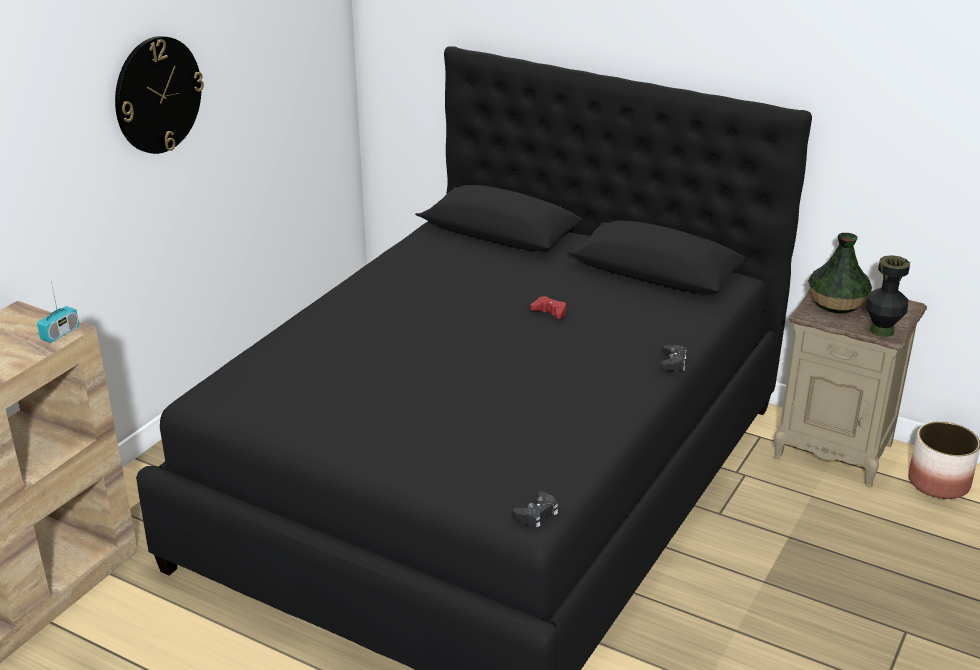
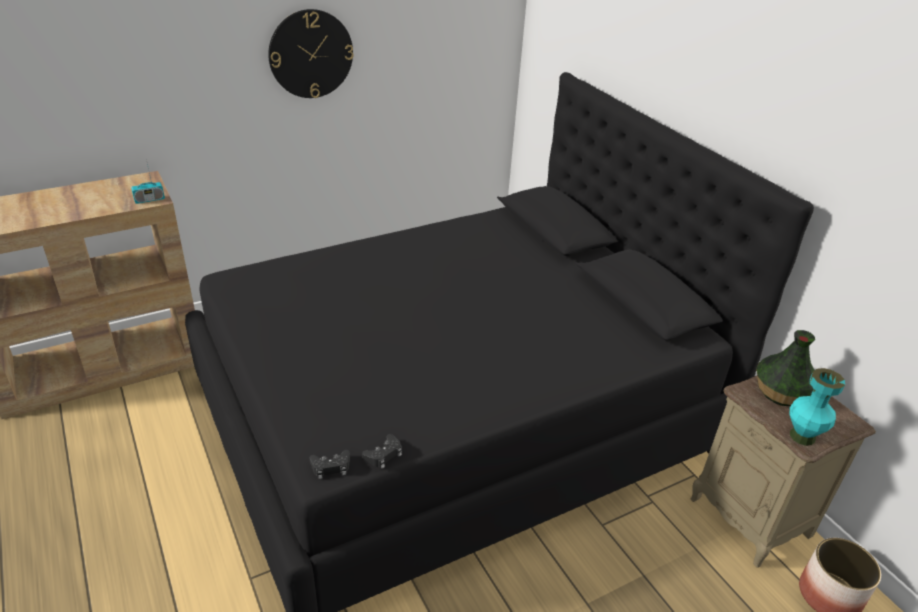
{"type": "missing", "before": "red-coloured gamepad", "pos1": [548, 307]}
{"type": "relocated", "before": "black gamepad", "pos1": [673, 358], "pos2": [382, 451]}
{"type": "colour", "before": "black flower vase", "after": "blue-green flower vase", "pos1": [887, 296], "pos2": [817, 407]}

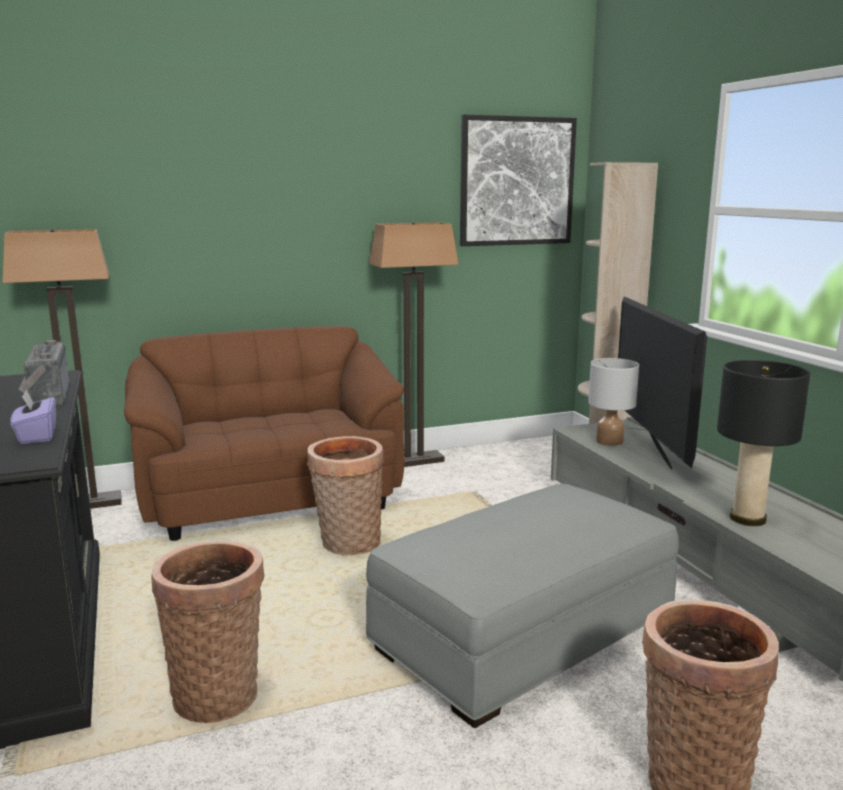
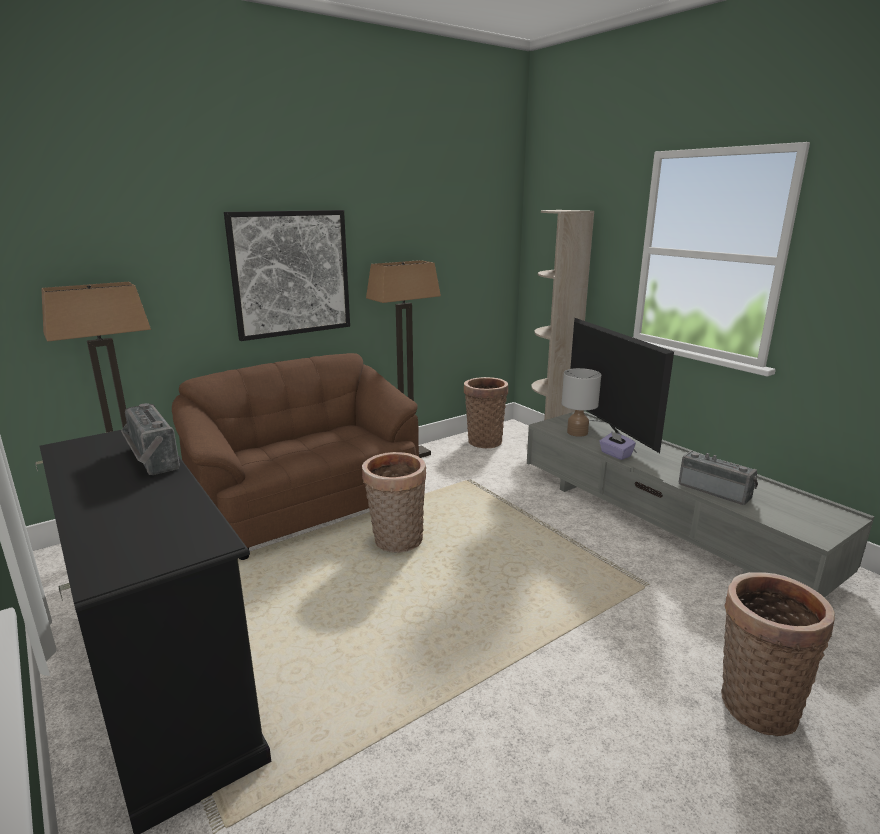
{"type": "missing", "before": "gray pouffe", "pos1": [522, 606]}
{"type": "relocated", "before": "purplish box of tissues", "pos1": [33, 416], "pos2": [617, 445]}
{"type": "relocated", "before": "storage basket", "pos1": [207, 631], "pos2": [486, 412]}
{"type": "relocated", "before": "wall picture", "pos1": [518, 180], "pos2": [287, 275]}
{"type": "exchanged", "before": "black tabletop lamp", "after": "radio receiver", "pos1": [763, 443], "pos2": [718, 478]}

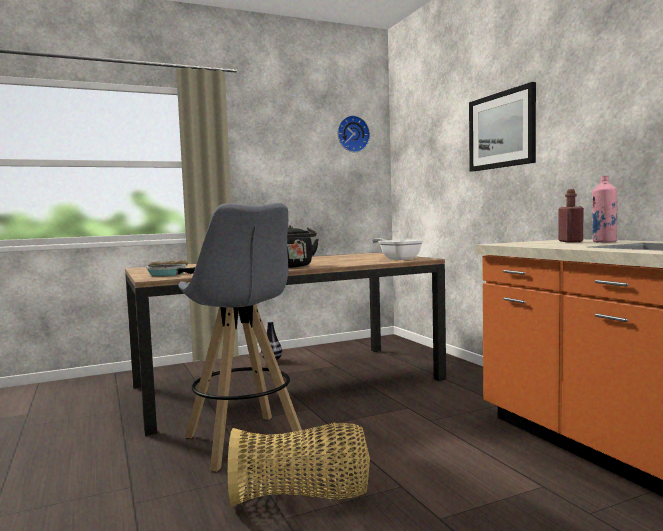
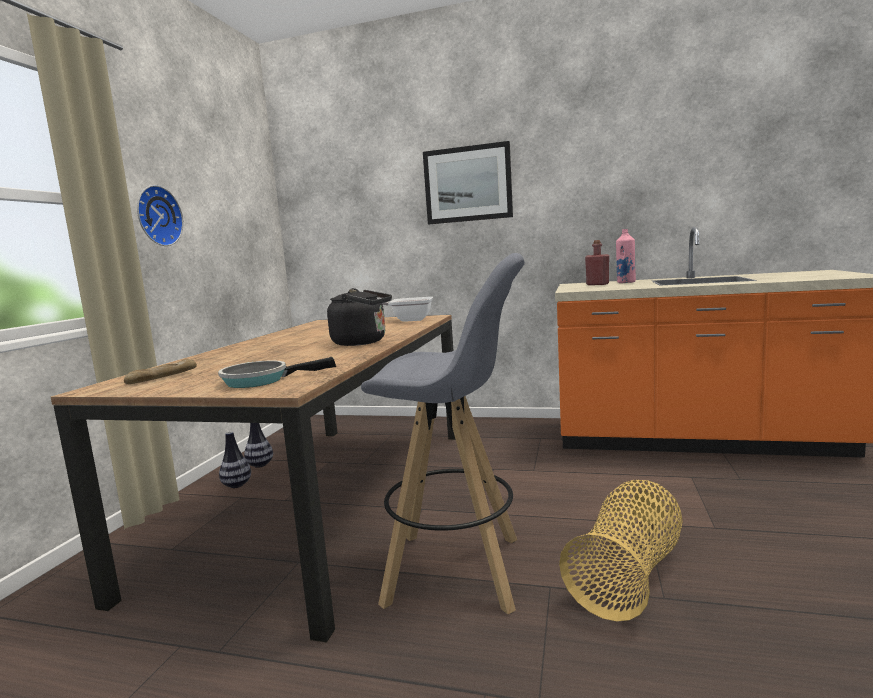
{"type": "appeared", "after": "flower vase", "pos2": [258, 445]}
{"type": "relocated", "before": "wall clock", "pos1": [353, 133], "pos2": [160, 215]}

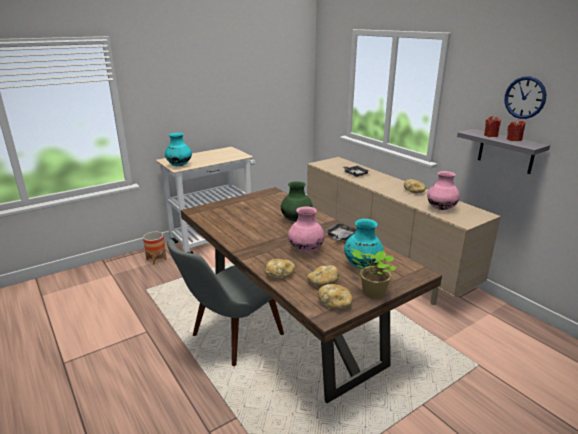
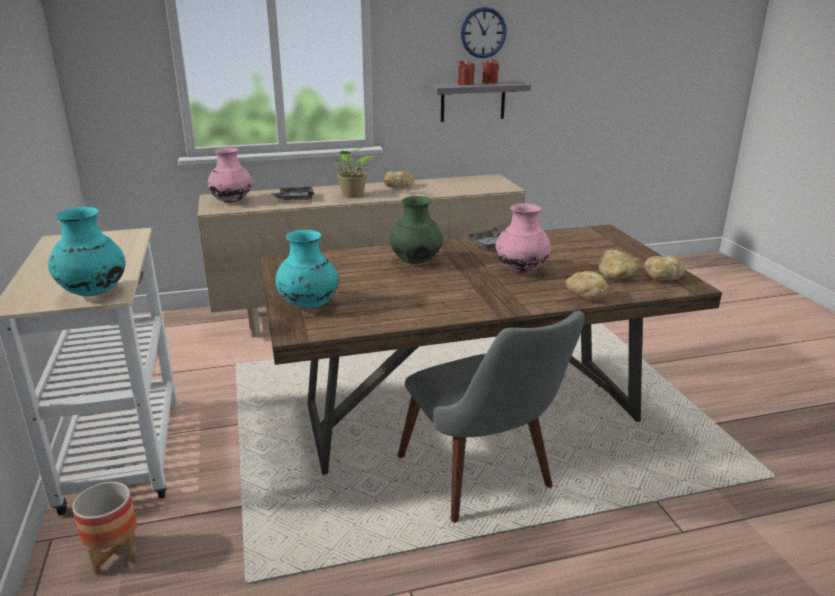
{"type": "relocated", "before": "blue-green flower vase", "pos1": [364, 244], "pos2": [306, 269]}
{"type": "relocated", "before": "plant in a pot", "pos1": [373, 274], "pos2": [353, 173]}
{"type": "relocated", "before": "pinkish flower vase", "pos1": [443, 190], "pos2": [230, 175]}

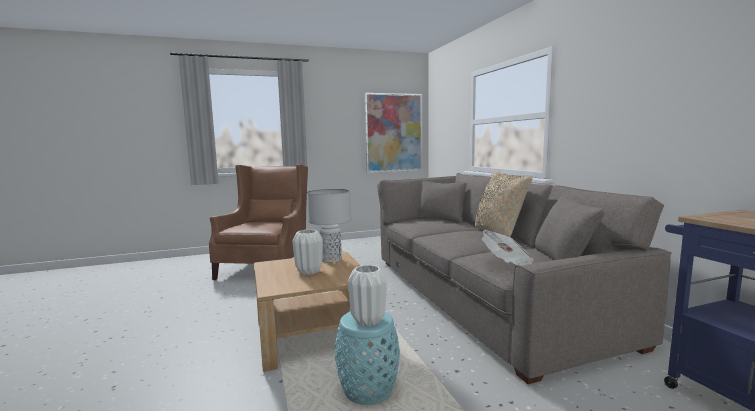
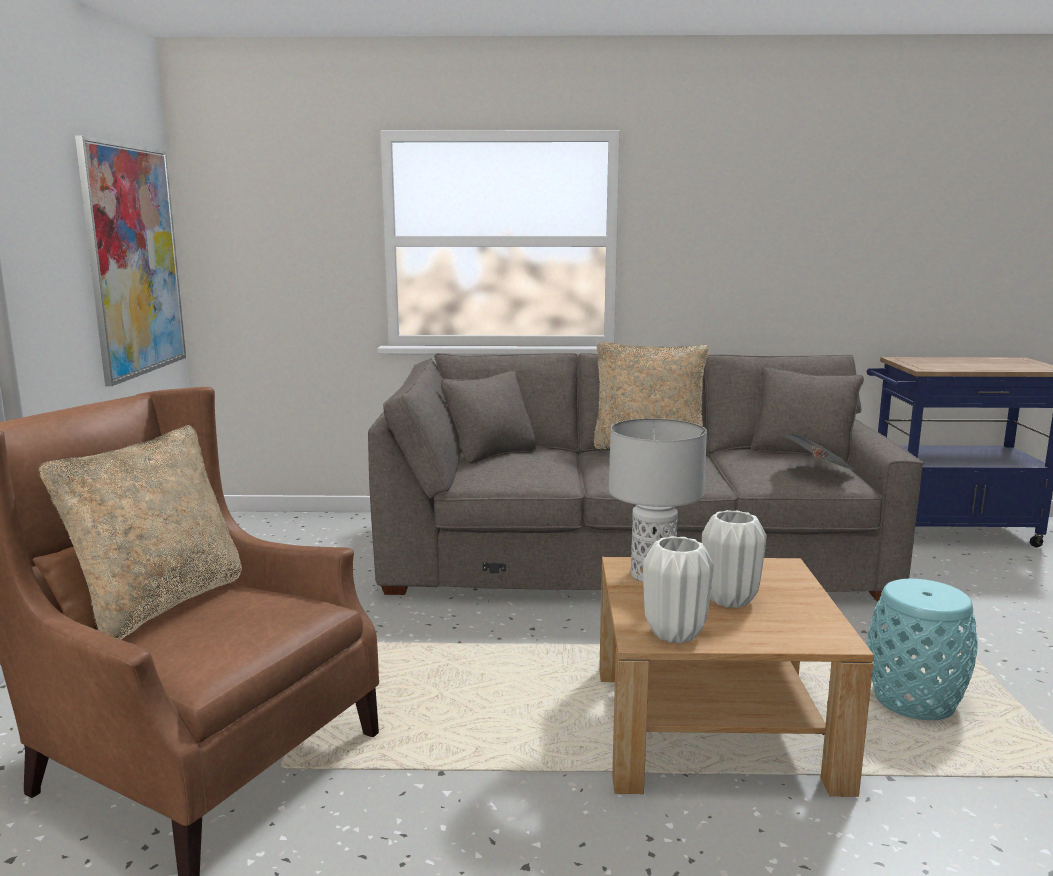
{"type": "appeared", "after": "sand-coloured pillow", "pos2": [140, 532]}
{"type": "relocated", "before": "whitish flower vase", "pos1": [367, 296], "pos2": [678, 589]}

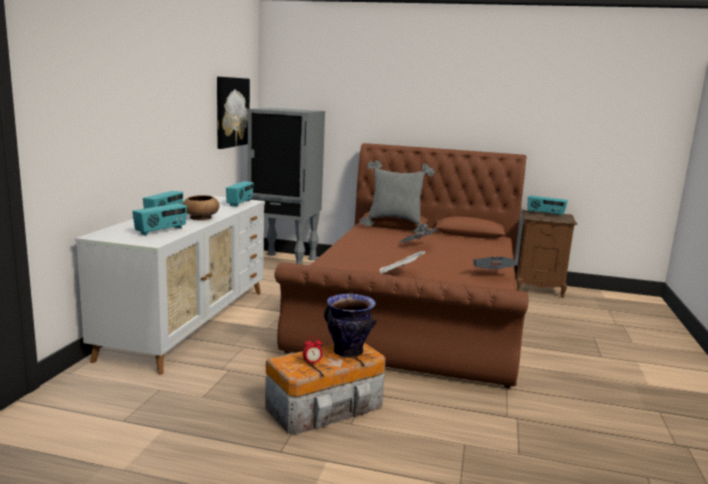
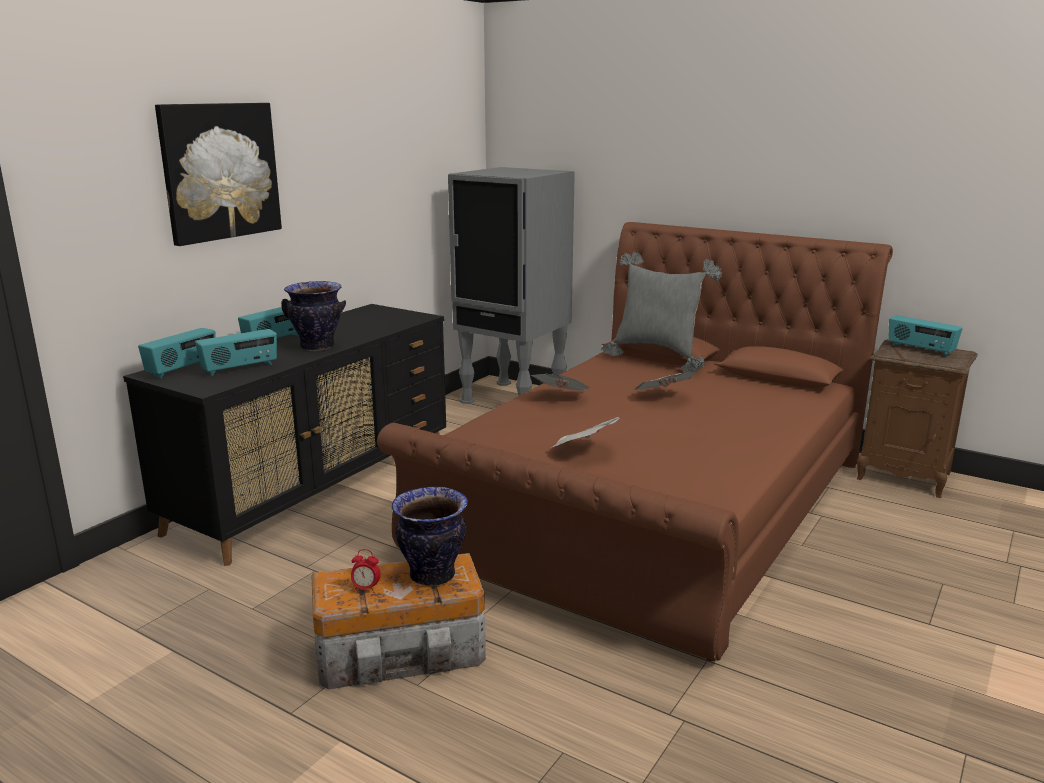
{"type": "relocated", "before": "wall picture", "pos1": [233, 113], "pos2": [218, 174]}
{"type": "relocated", "before": "radio receiver", "pos1": [239, 194], "pos2": [177, 353]}
{"type": "relocated", "before": "printed paper", "pos1": [494, 263], "pos2": [560, 382]}
{"type": "exchanged", "before": "brownish serving bowl", "after": "flower vase", "pos1": [201, 207], "pos2": [313, 316]}
{"type": "colour", "before": "whitish dresser", "after": "black dresser", "pos1": [170, 285], "pos2": [284, 435]}

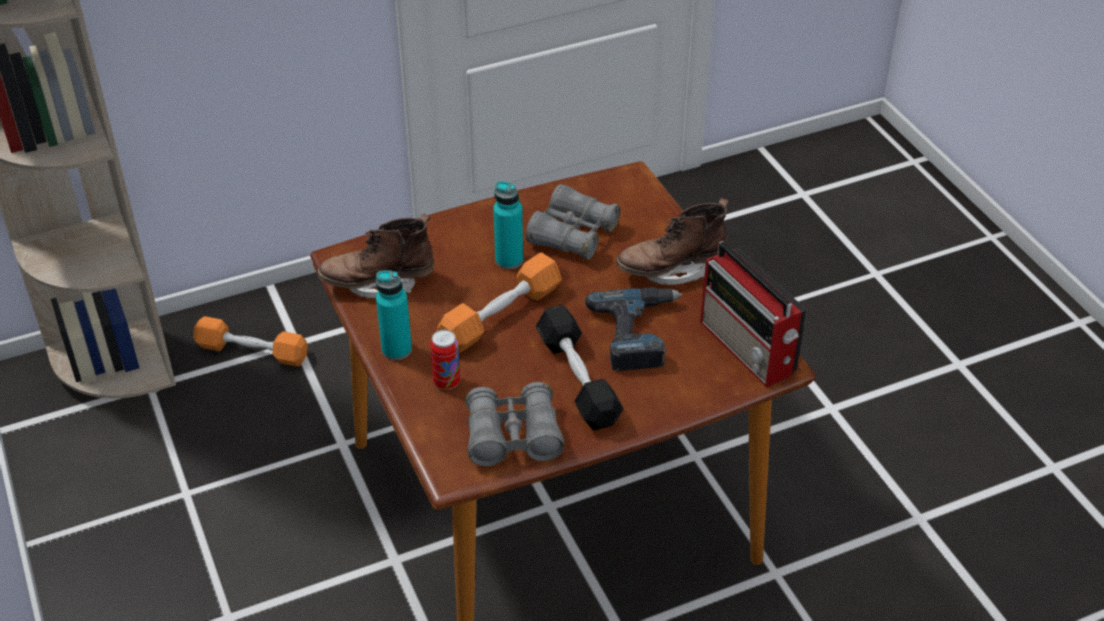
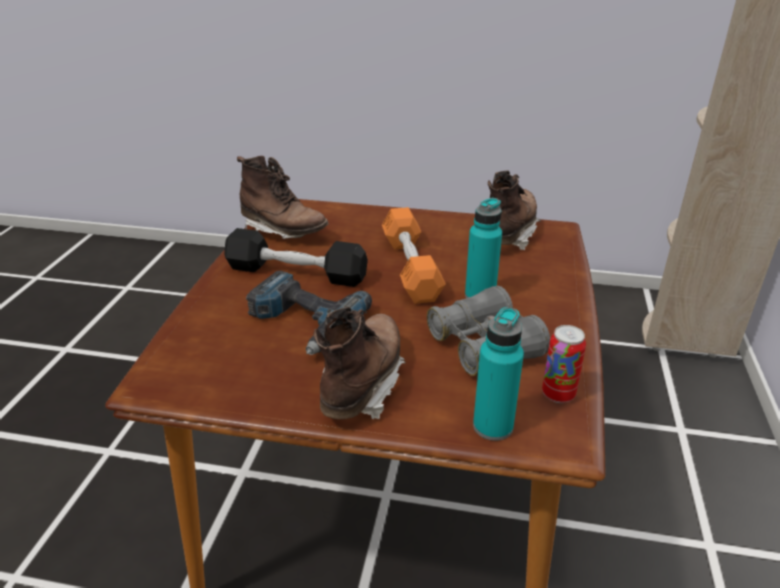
{"type": "missing", "before": "orangey dumbbell", "pos1": [250, 341]}
{"type": "missing", "before": "radio receiver", "pos1": [753, 314]}
{"type": "relocated", "before": "blue-green drink bottle", "pos1": [394, 315], "pos2": [498, 374]}
{"type": "relocated", "before": "metal can", "pos1": [445, 360], "pos2": [564, 364]}
{"type": "exchanged", "before": "gray field glasses", "after": "brownish boot", "pos1": [515, 424], "pos2": [283, 197]}

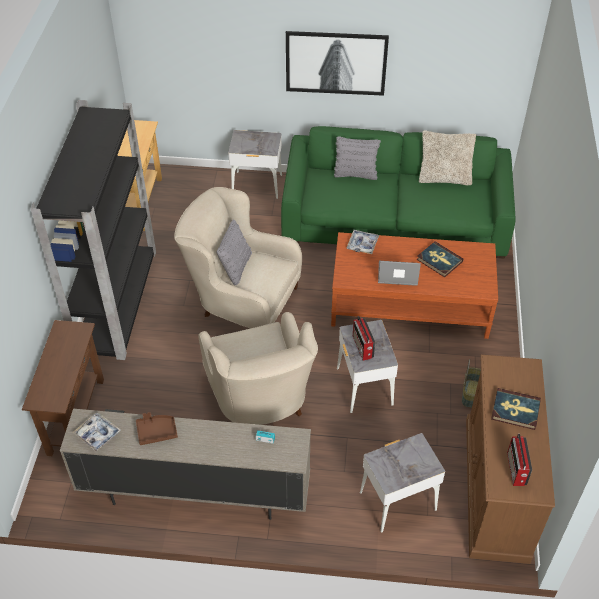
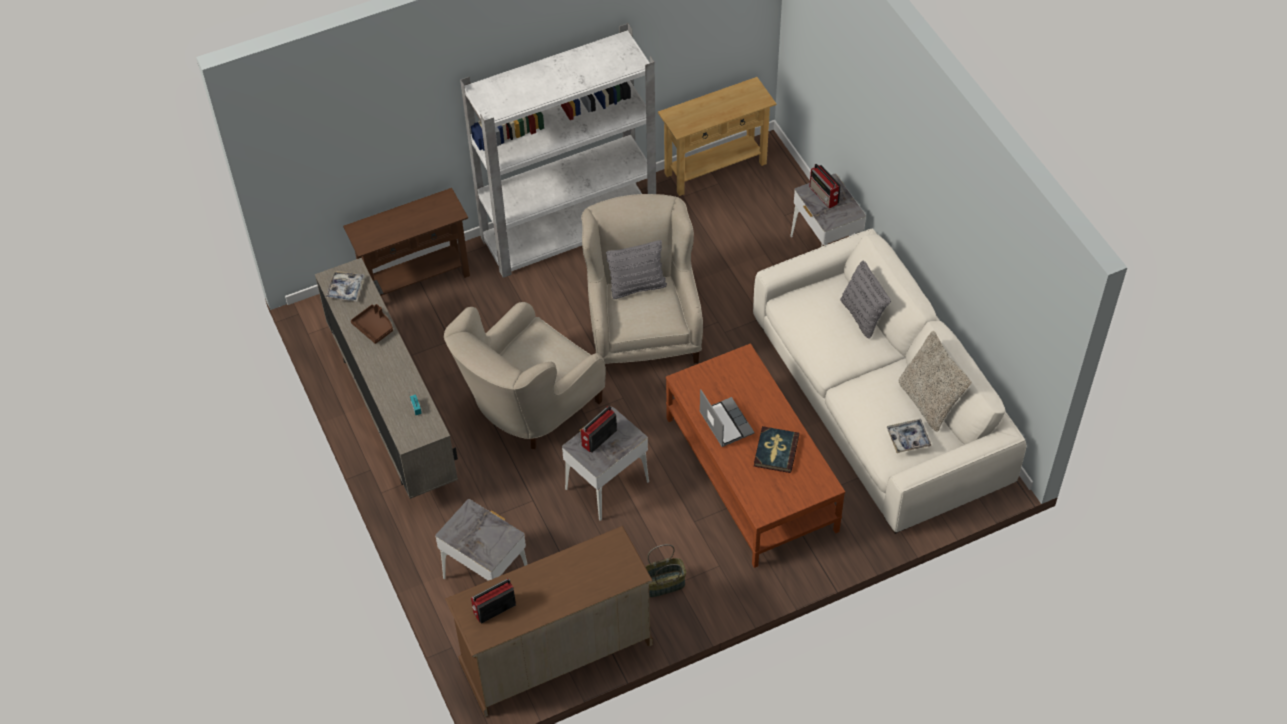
{"type": "missing", "before": "wall picture", "pos1": [337, 63]}
{"type": "missing", "before": "bound book", "pos1": [516, 409]}
{"type": "appeared", "after": "radio receiver", "pos2": [825, 186]}
{"type": "relocated", "before": "tray", "pos1": [363, 242], "pos2": [909, 436]}
{"type": "colour", "before": "black bookshelf", "after": "whitish bookshelf", "pos1": [93, 230], "pos2": [558, 150]}
{"type": "colour", "before": "green-coloured sofa", "after": "whitish sofa", "pos1": [398, 192], "pos2": [889, 381]}

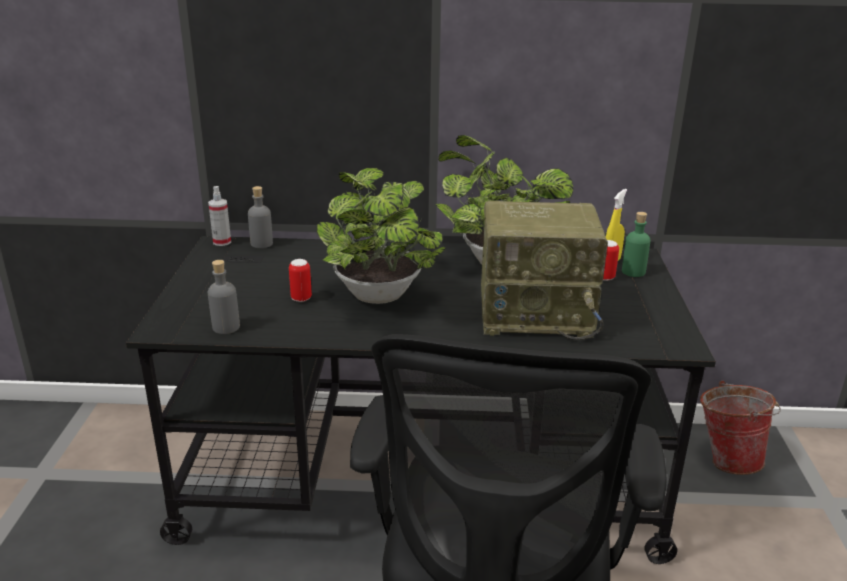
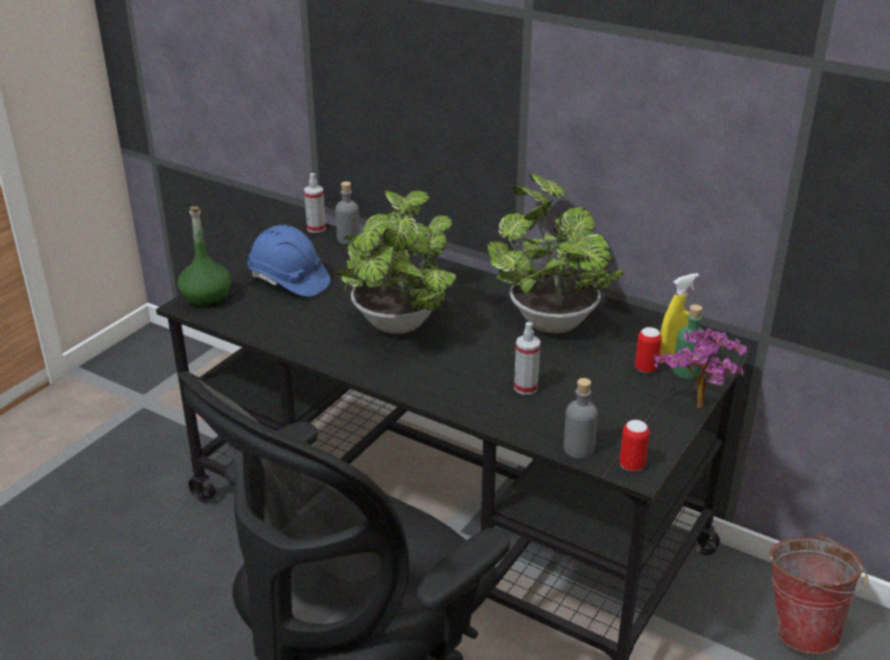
{"type": "appeared", "after": "green-coloured drink bottle", "pos2": [205, 257]}
{"type": "appeared", "after": "bluish work helmet", "pos2": [288, 261]}
{"type": "appeared", "after": "plant in a pot", "pos2": [700, 368]}
{"type": "relocated", "before": "gray drink bottle", "pos1": [224, 297], "pos2": [581, 418]}
{"type": "relocated", "before": "metal can", "pos1": [300, 280], "pos2": [634, 445]}
{"type": "exchanged", "before": "radio receiver", "after": "hand sprayer", "pos1": [544, 270], "pos2": [527, 358]}

